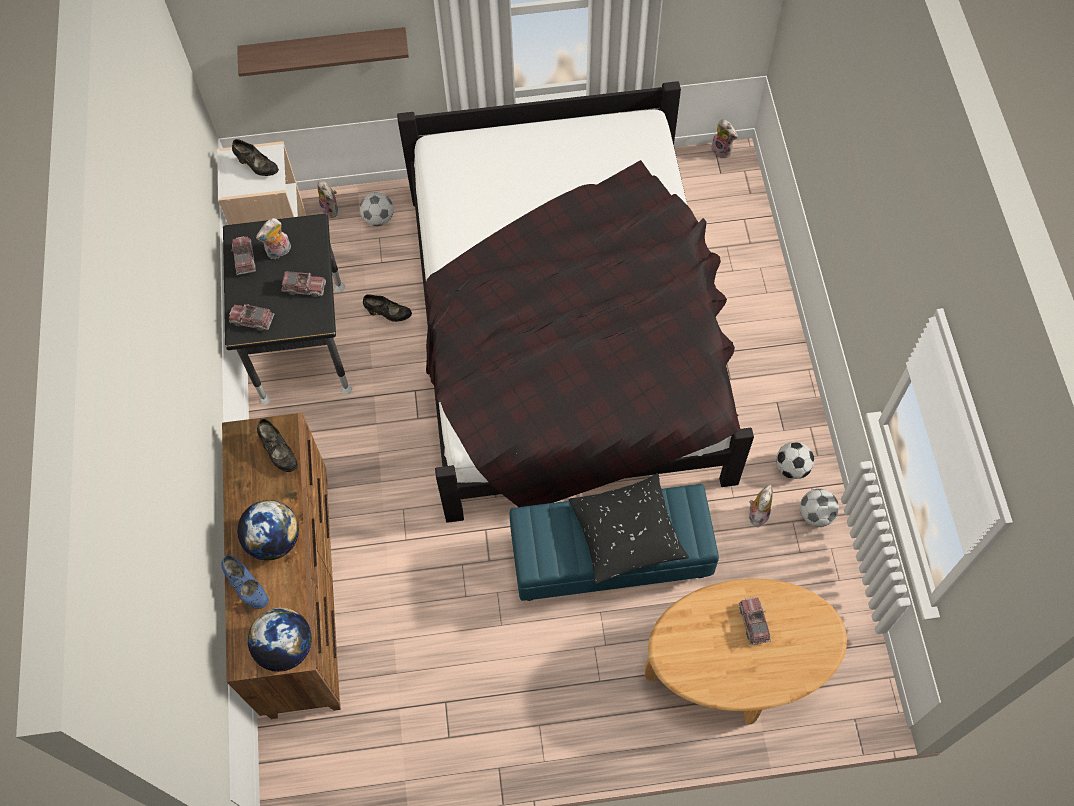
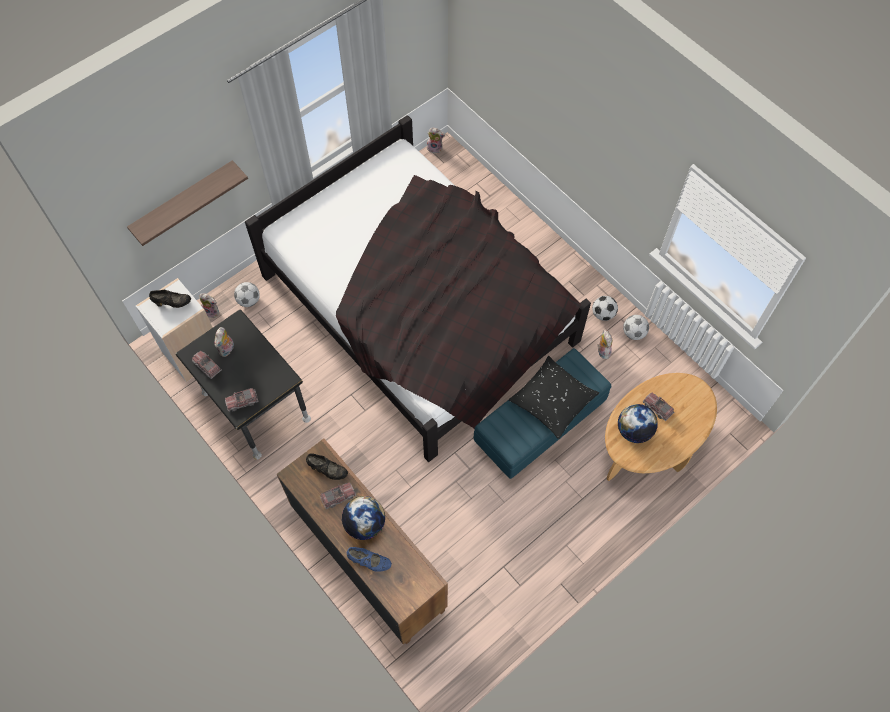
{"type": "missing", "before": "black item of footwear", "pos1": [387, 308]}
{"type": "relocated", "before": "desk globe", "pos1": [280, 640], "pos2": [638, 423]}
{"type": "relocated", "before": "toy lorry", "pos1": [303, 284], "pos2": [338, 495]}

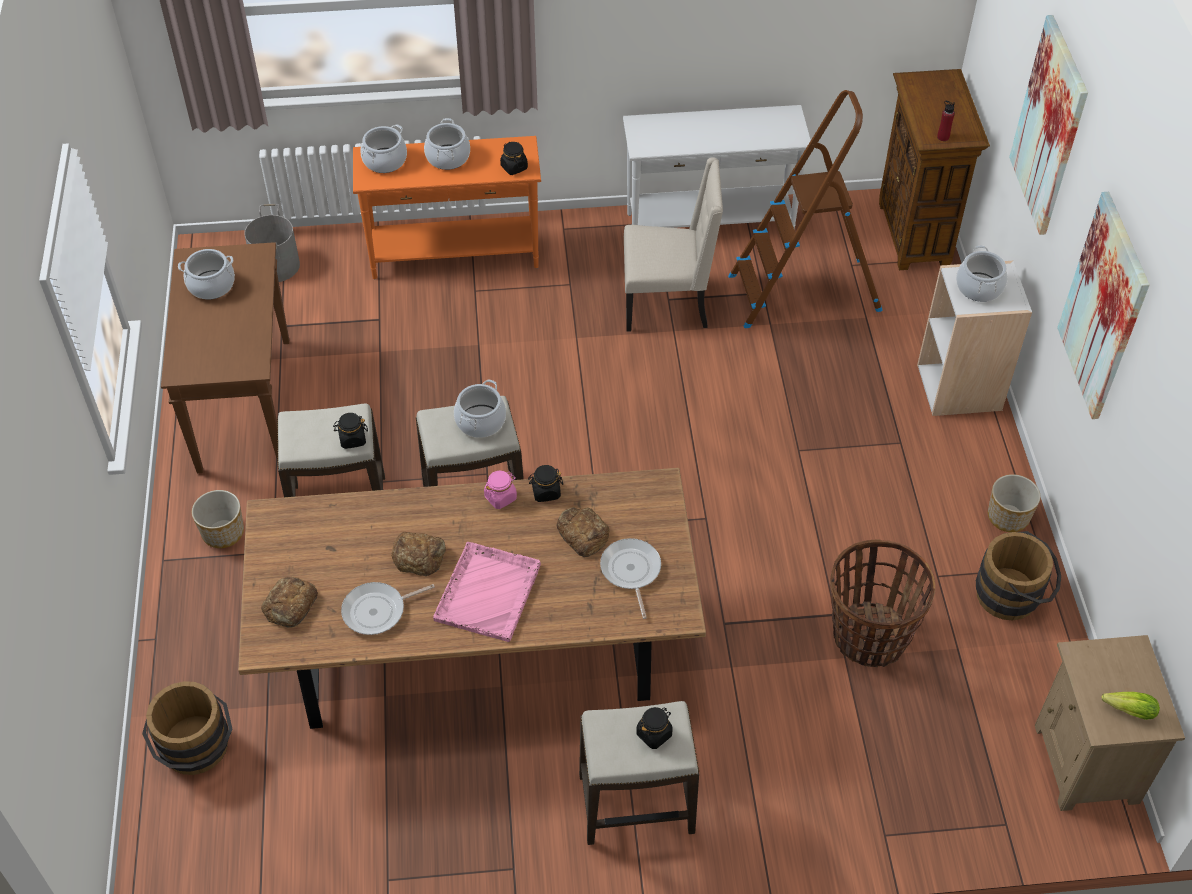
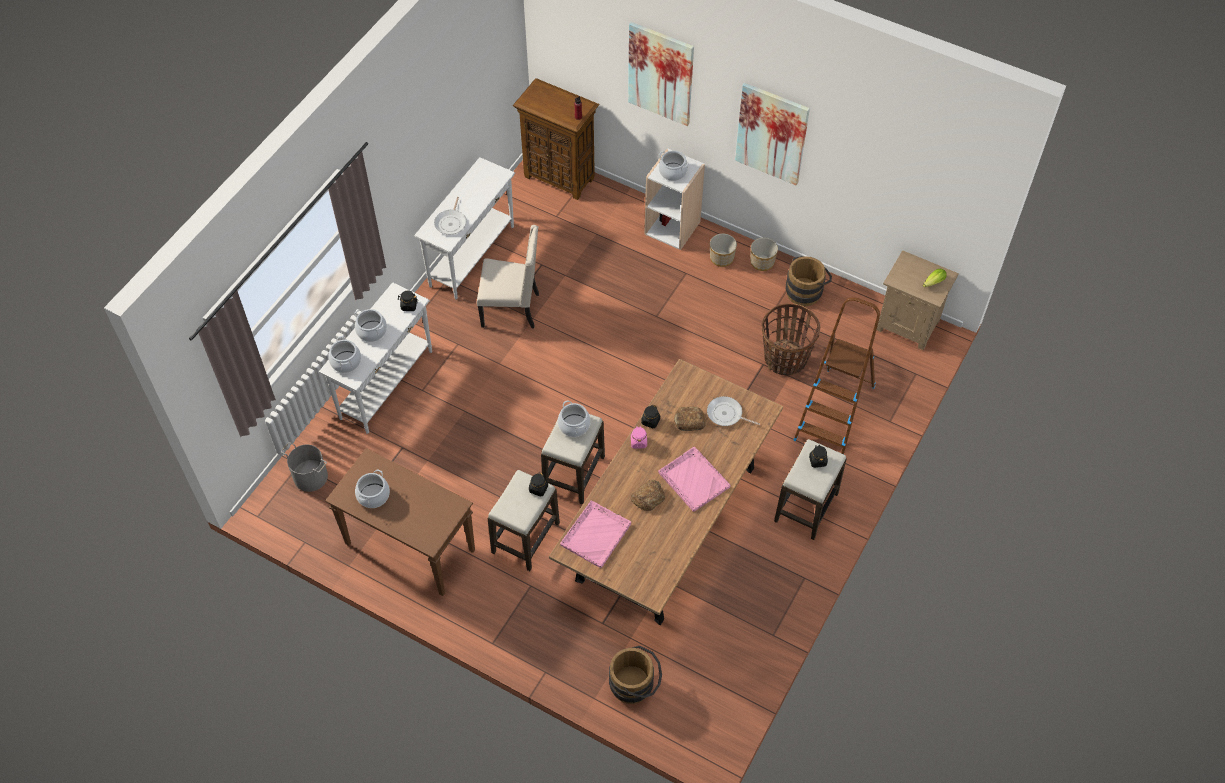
{"type": "missing", "before": "baked bread", "pos1": [289, 602]}
{"type": "appeared", "after": "pinkish tray", "pos2": [595, 534]}
{"type": "relocated", "before": "flower pot", "pos1": [218, 519], "pos2": [723, 250]}
{"type": "relocated", "before": "skillet", "pos1": [388, 608], "pos2": [450, 216]}
{"type": "relocated", "before": "brownish step stool", "pos1": [805, 209], "pos2": [837, 375]}
{"type": "colour", "before": "orangey hall table", "after": "whitish hall table", "pos1": [447, 207], "pos2": [375, 358]}
{"type": "spun", "before": "sand-coloured chair", "pos1": [673, 244], "pos2": [508, 276], "turn": 60}

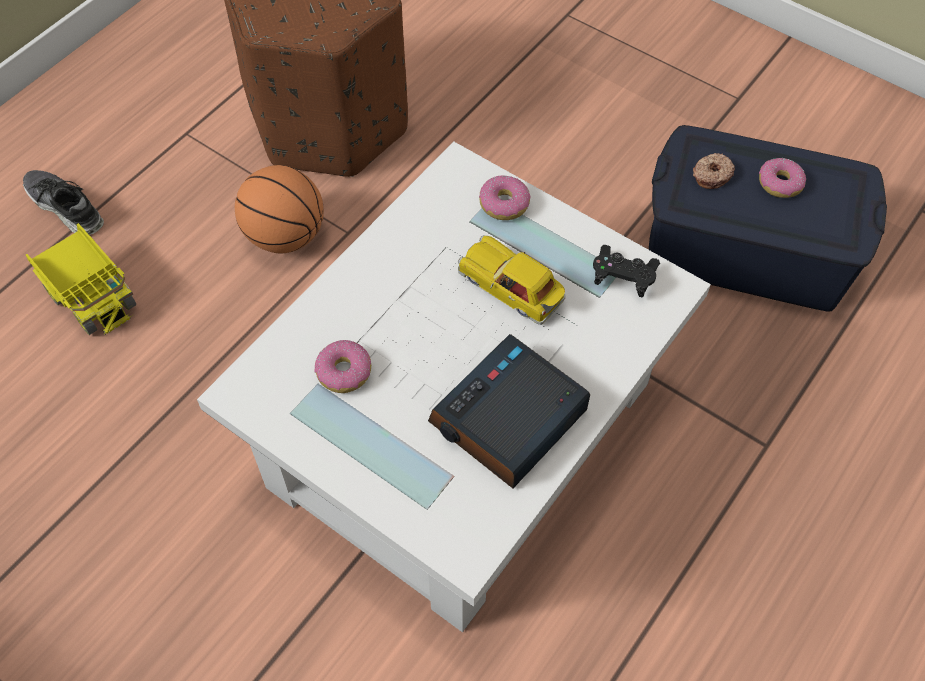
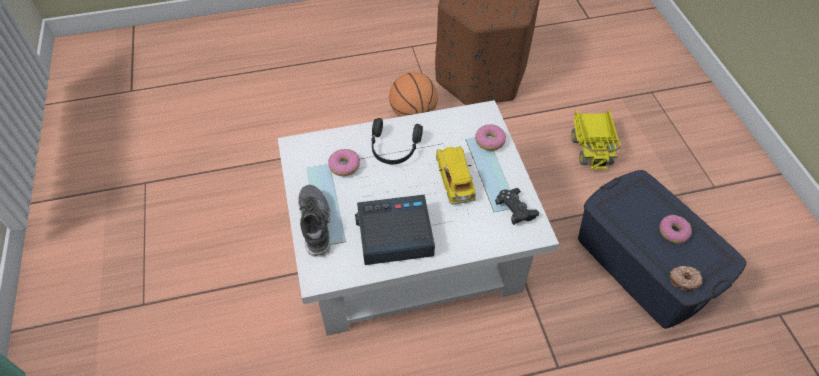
{"type": "appeared", "after": "black headset", "pos2": [397, 141]}
{"type": "relocated", "before": "item of footwear", "pos1": [63, 202], "pos2": [314, 221]}
{"type": "relocated", "before": "toy lorry", "pos1": [81, 279], "pos2": [596, 139]}
{"type": "relocated", "before": "ring doughnut", "pos1": [714, 171], "pos2": [686, 278]}

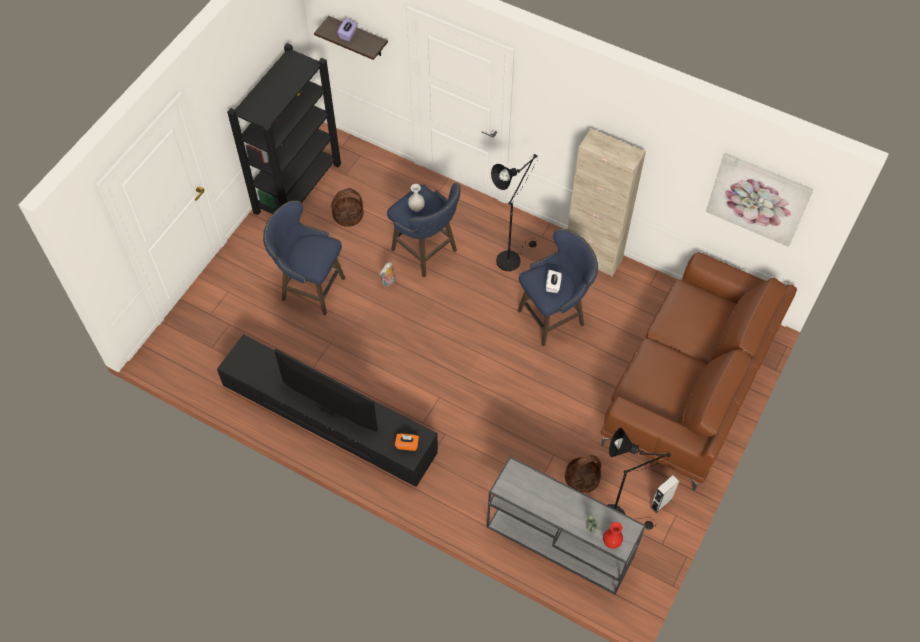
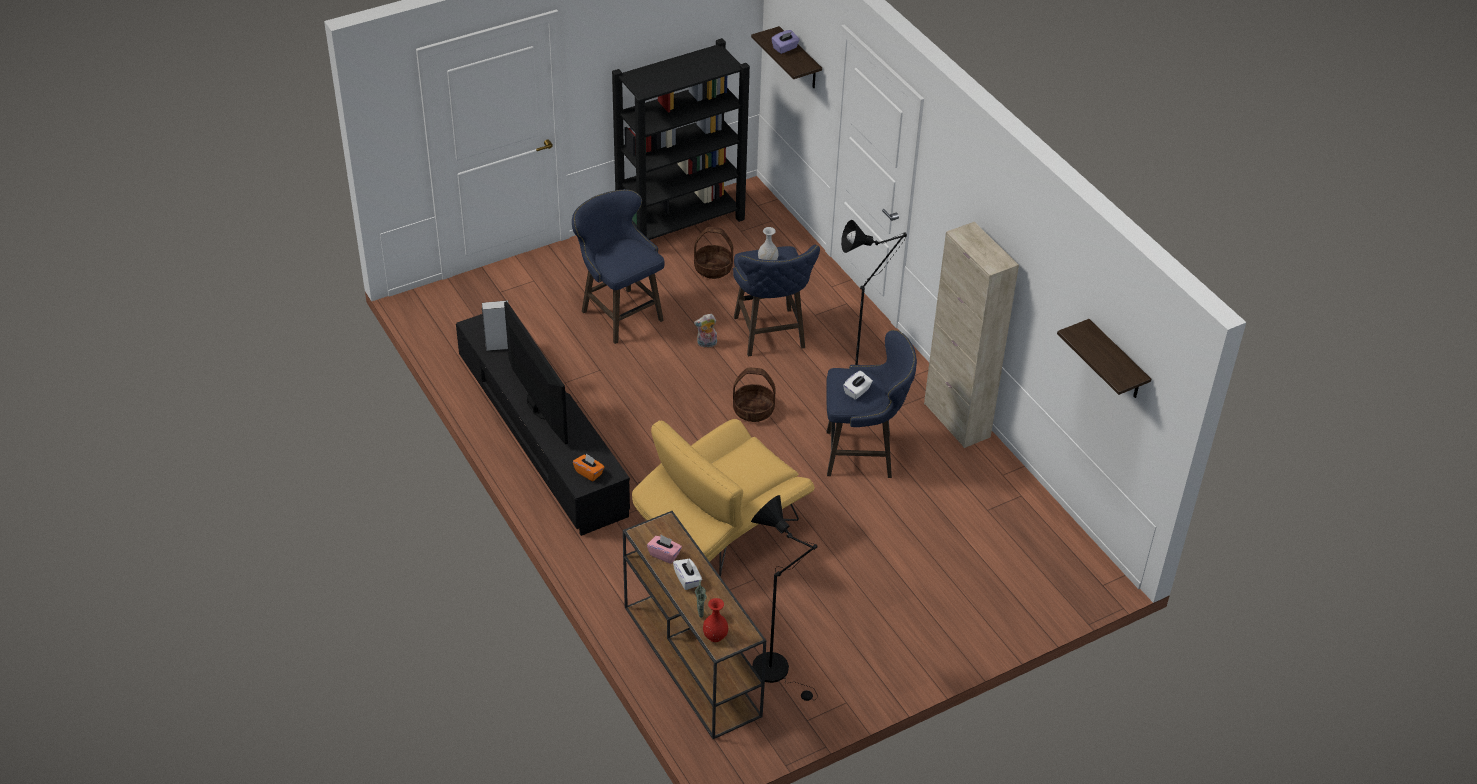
{"type": "missing", "before": "brownish sofa", "pos1": [698, 371]}
{"type": "appeared", "after": "yellow-coloured armchair", "pos2": [723, 497]}
{"type": "appeared", "after": "pinkish box of tissues", "pos2": [664, 549]}
{"type": "appeared", "after": "whitish box of tissues", "pos2": [687, 574]}
{"type": "relocated", "before": "storage basket", "pos1": [583, 474], "pos2": [754, 394]}
{"type": "relocated", "before": "gray loudspeaker", "pos1": [664, 494], "pos2": [495, 325]}
{"type": "exchanged", "before": "wall picture", "after": "wall shelf", "pos1": [760, 200], "pos2": [1104, 358]}
{"type": "colour", "before": "gray hall table", "after": "brownish hall table", "pos1": [566, 526], "pos2": [694, 625]}

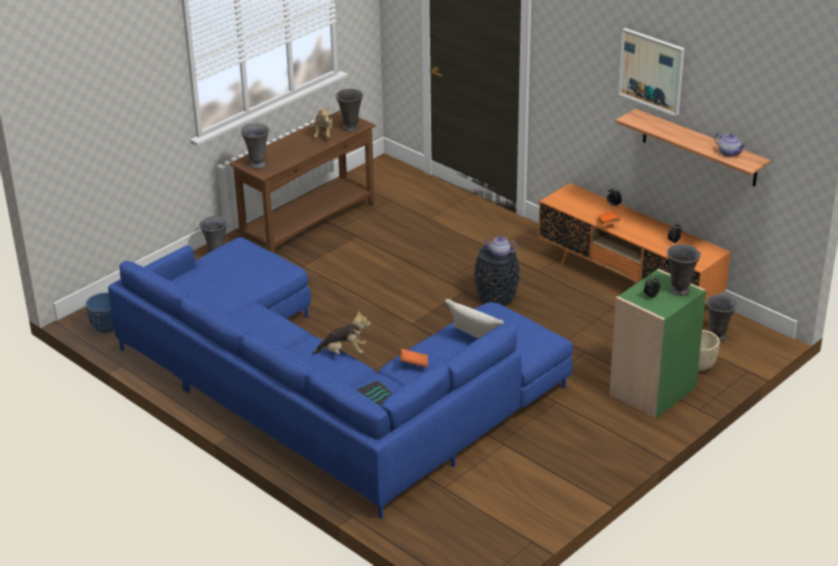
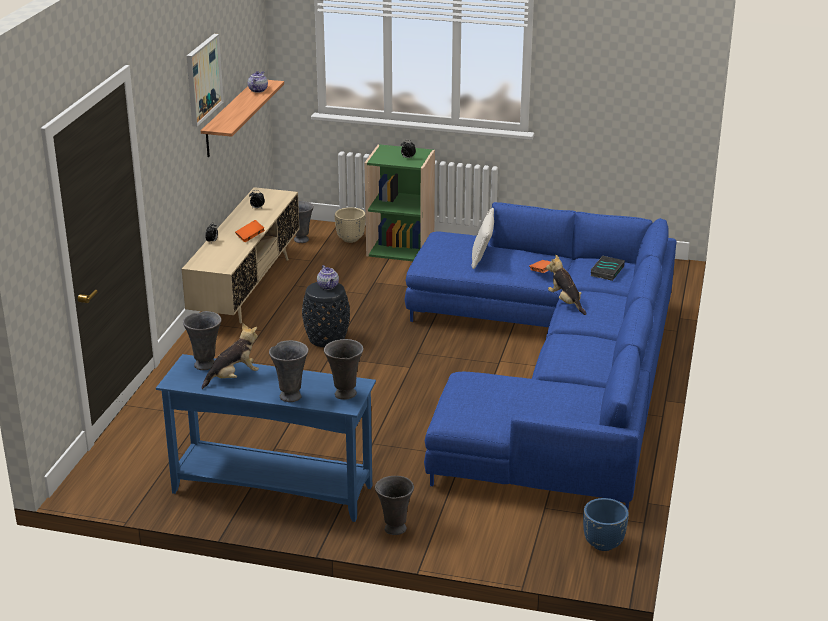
{"type": "relocated", "before": "gray flower vase", "pos1": [684, 270], "pos2": [289, 371]}
{"type": "colour", "before": "brownish hall table", "after": "bluish hall table", "pos1": [302, 182], "pos2": [266, 438]}
{"type": "colour", "before": "orangey media console", "after": "sand-coloured media console", "pos1": [634, 243], "pos2": [241, 255]}

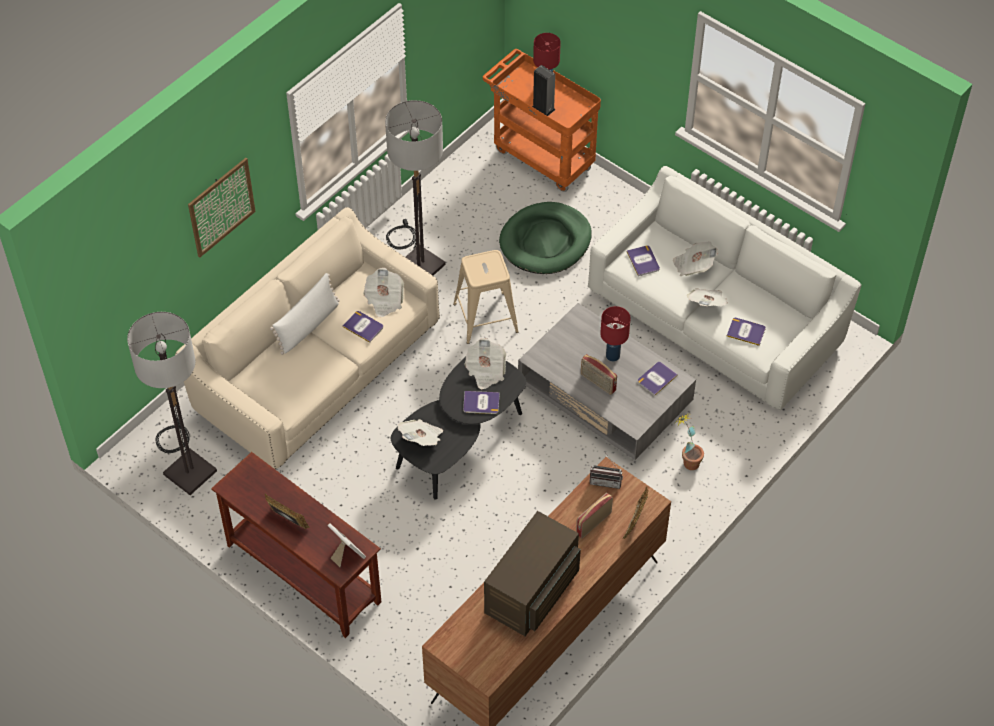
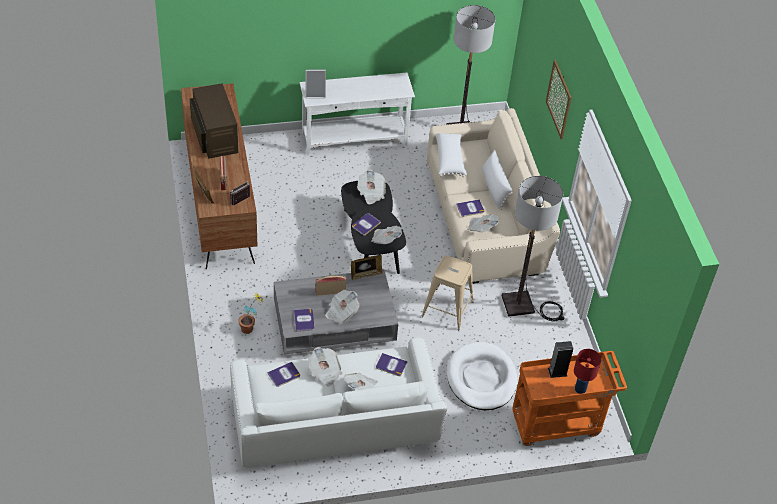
{"type": "appeared", "after": "whitish pillow", "pos2": [451, 155]}
{"type": "relocated", "before": "photo frame", "pos1": [287, 511], "pos2": [366, 267]}
{"type": "exchanged", "before": "red-coloured tabletop lamp", "after": "printed paper", "pos1": [615, 334], "pos2": [342, 307]}
{"type": "colour", "before": "brownish hall table", "after": "whitish hall table", "pos1": [296, 545], "pos2": [357, 114]}
{"type": "colour", "before": "green-coloured dog cushion", "after": "whitish dog cushion", "pos1": [545, 238], "pos2": [482, 376]}

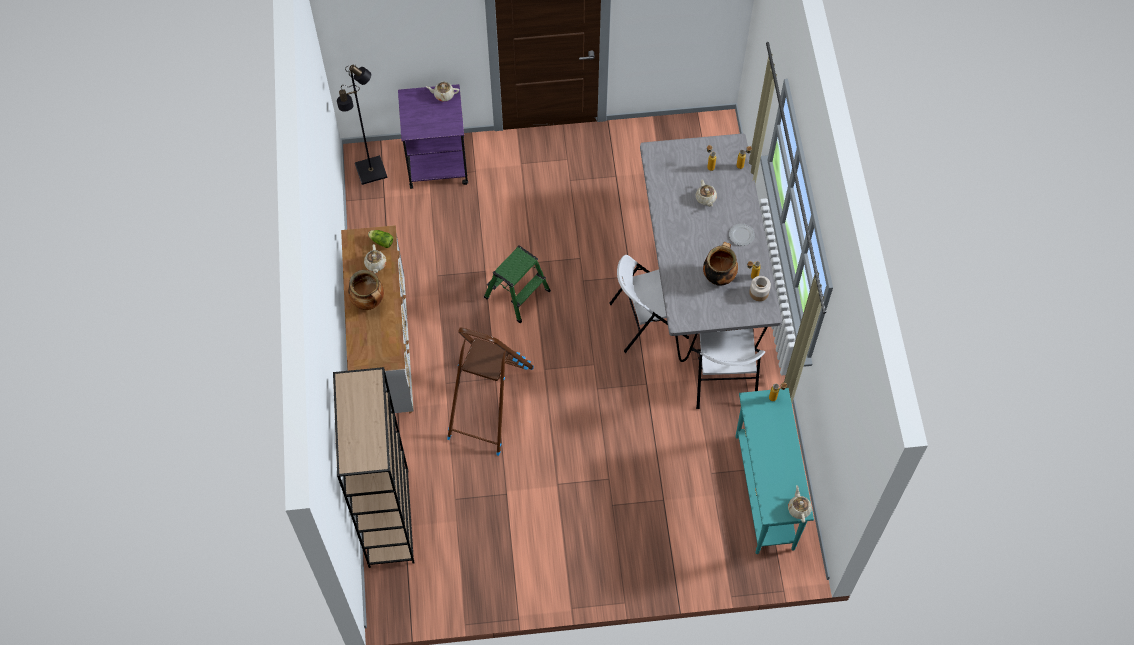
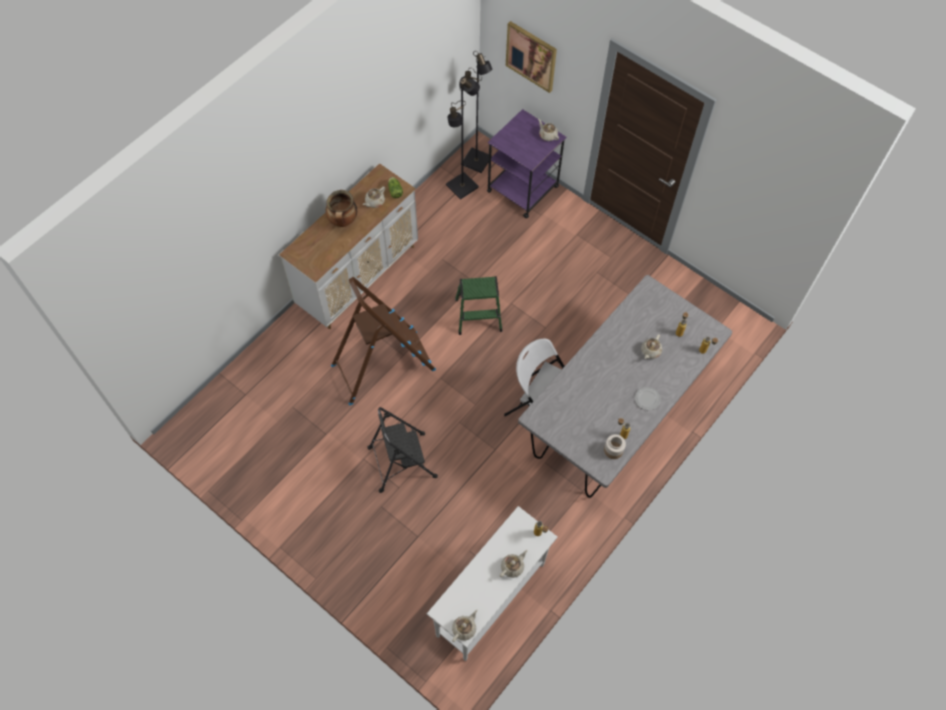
{"type": "missing", "before": "sand-coloured bookshelf", "pos1": [373, 467]}
{"type": "missing", "before": "whitish chair", "pos1": [728, 368]}
{"type": "missing", "before": "cooking pot", "pos1": [720, 264]}
{"type": "appeared", "after": "black step stool", "pos2": [402, 450]}
{"type": "appeared", "after": "black standard lamp", "pos2": [463, 138]}
{"type": "appeared", "after": "sand-coloured pot for tea", "pos2": [514, 564]}
{"type": "appeared", "after": "wall picture", "pos2": [531, 57]}
{"type": "colour", "before": "blue-green hall table", "after": "whitish hall table", "pos1": [774, 471], "pos2": [492, 583]}

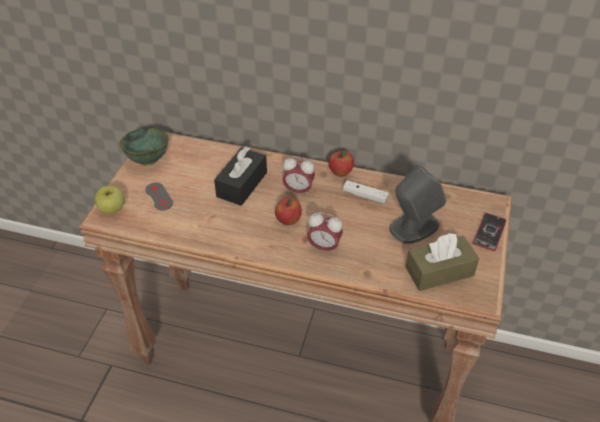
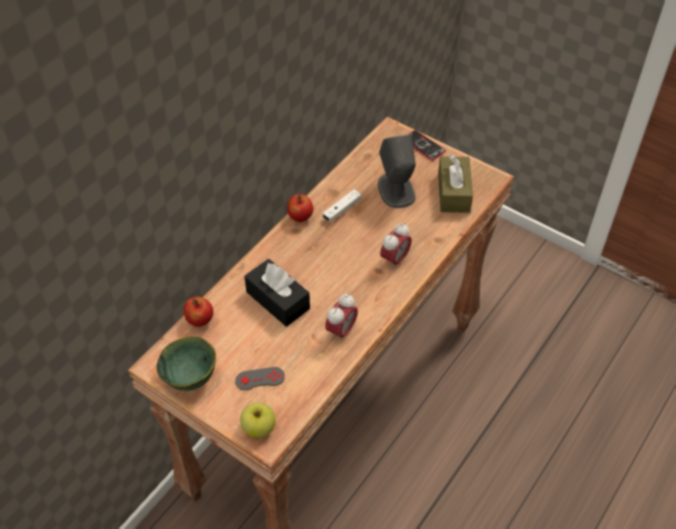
{"type": "relocated", "before": "apple", "pos1": [288, 211], "pos2": [198, 312]}
{"type": "relocated", "before": "table clock", "pos1": [298, 176], "pos2": [341, 318]}

